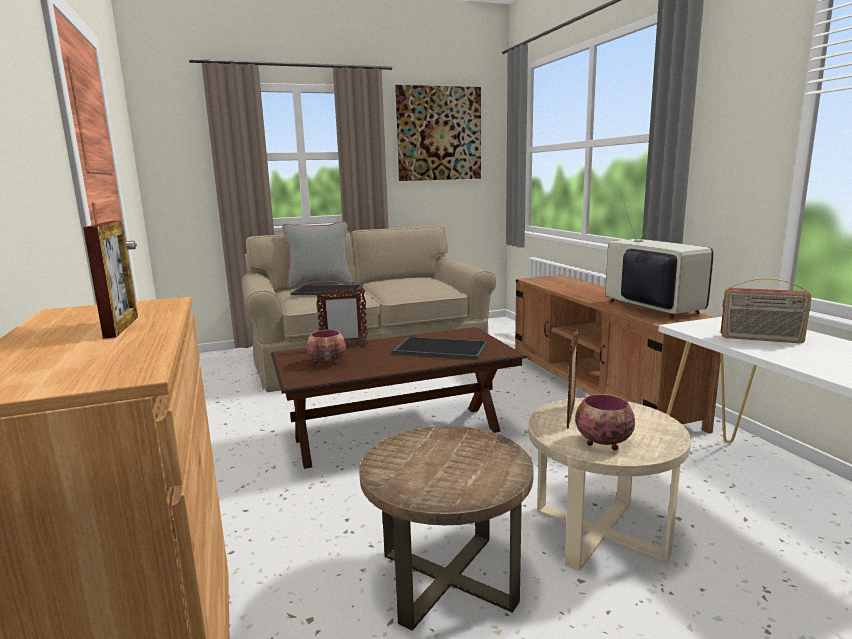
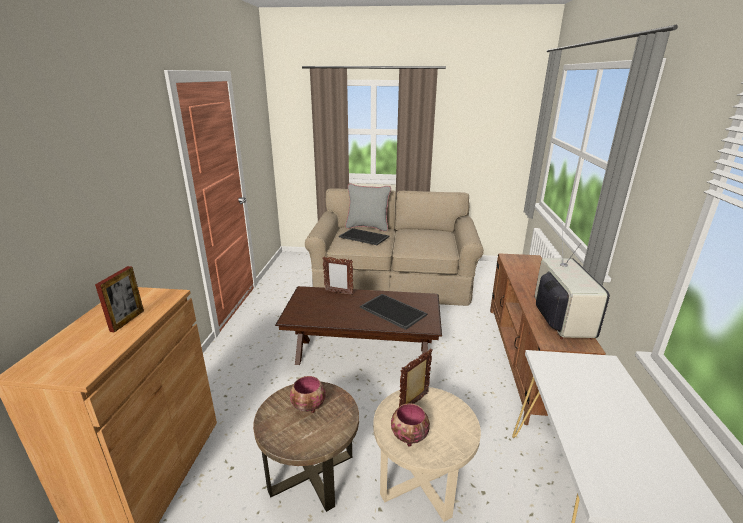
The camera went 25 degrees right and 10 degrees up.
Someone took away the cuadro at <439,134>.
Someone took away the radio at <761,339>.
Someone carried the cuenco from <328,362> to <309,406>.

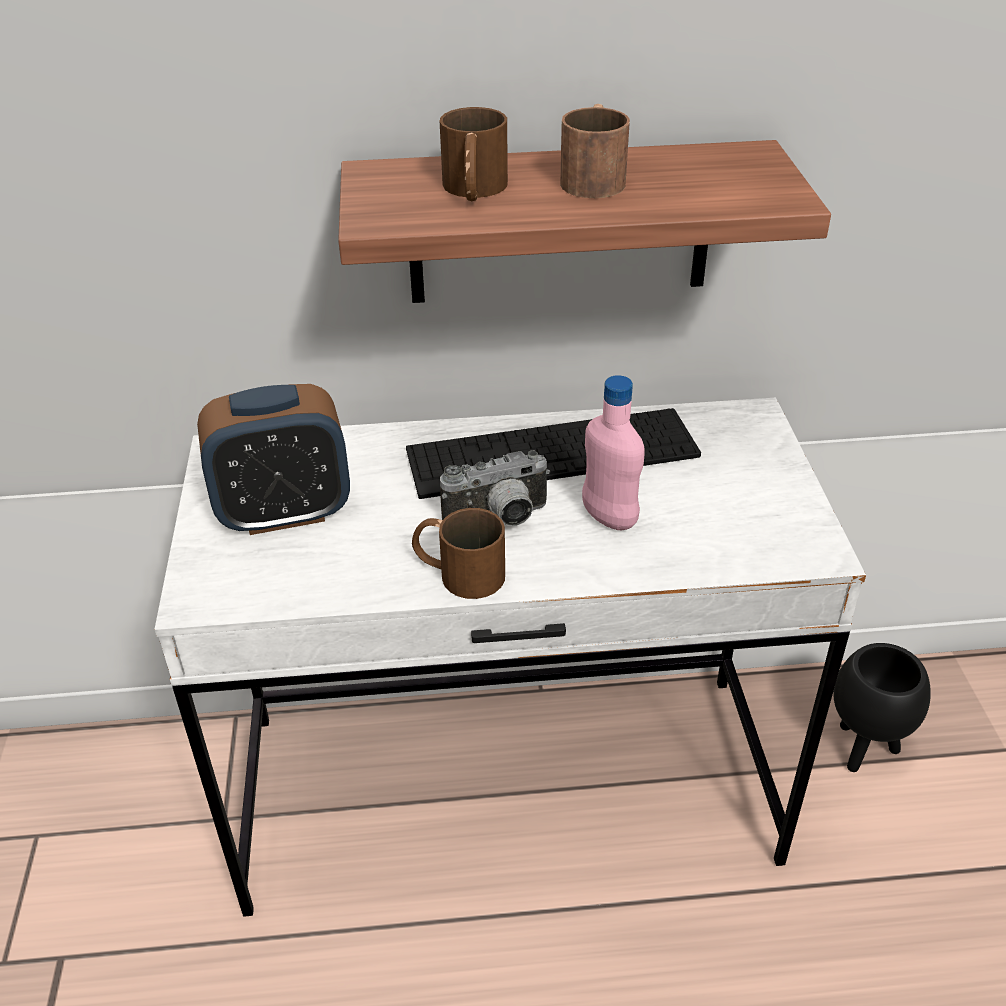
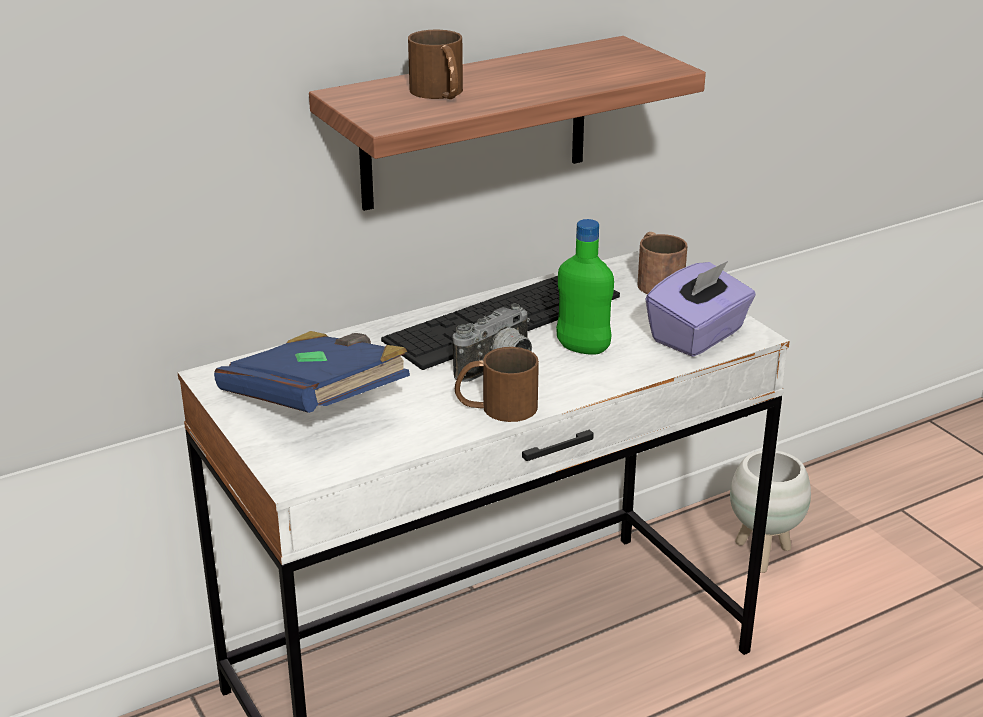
The camera went 25 degrees left and 10 degrees down.
Someone carried the taza grande (marrón) from <594,177> to <655,280>.
Someone repainted the botella (rosa) at <609,518>, which became the botella (verde) at <583,348>.
Someone swapped the despertador at <284,513> for the libro (azul) at <315,404>.
Someone repainted the maceta (negro) at <864,748>, which became the maceta (blanco) at <762,554>.
Someone put down the caja de pañuelos (morado) at <698,336>.

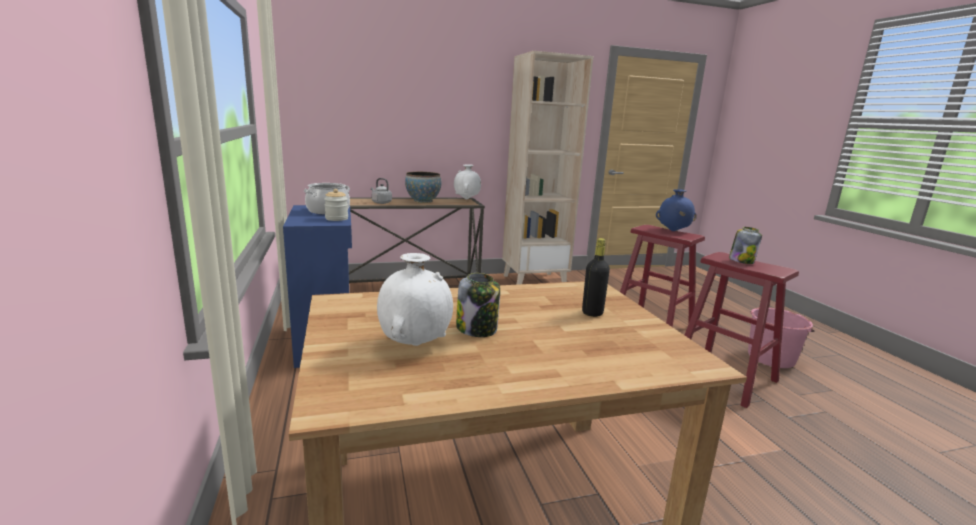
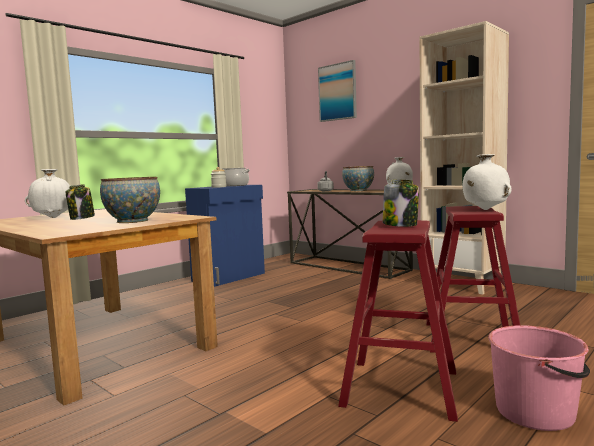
The camera went 60 degrees right and 10 degrees down.
Someone repainted the florero (azul) at <673,231>, which became the florero (blanco) at <485,210>.
Someone swapped the botella (negro) at <592,313> for the cuenco at <132,221>.
Someone put up the cuadro at <338,92>.

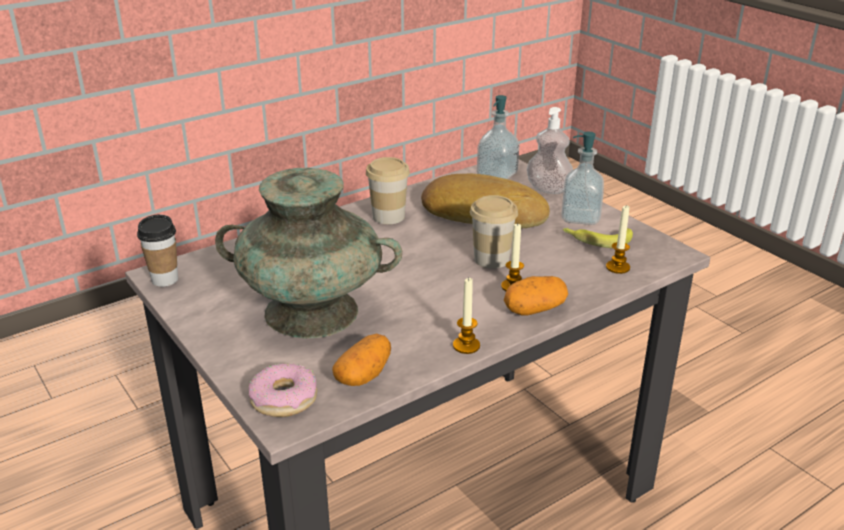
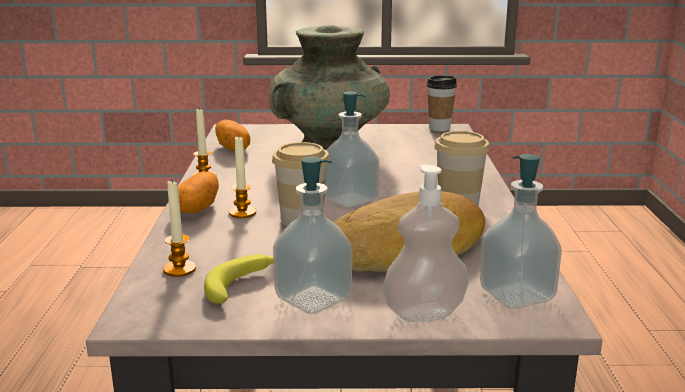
The camera went 125 degrees right and 10 degrees down.
Someone took away the rosquilla at <284,399>.
Someone put down the dispensador de jabón at <349,200>.

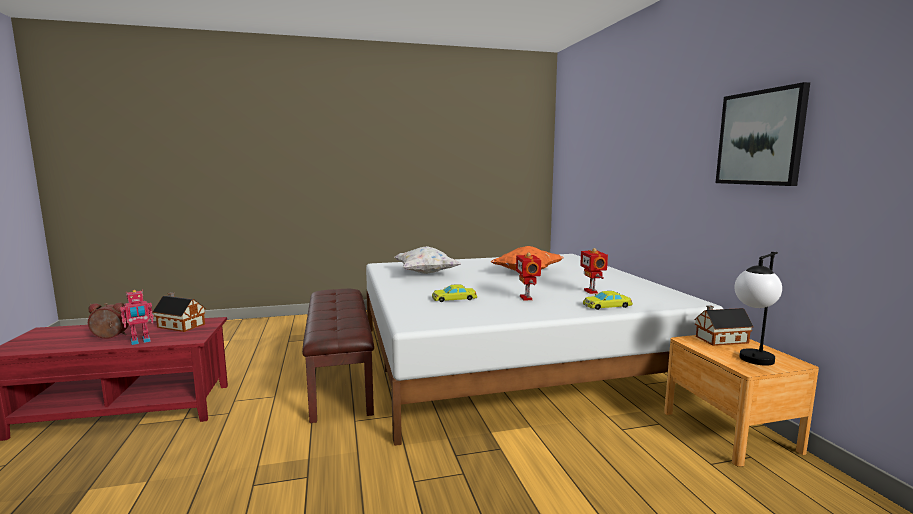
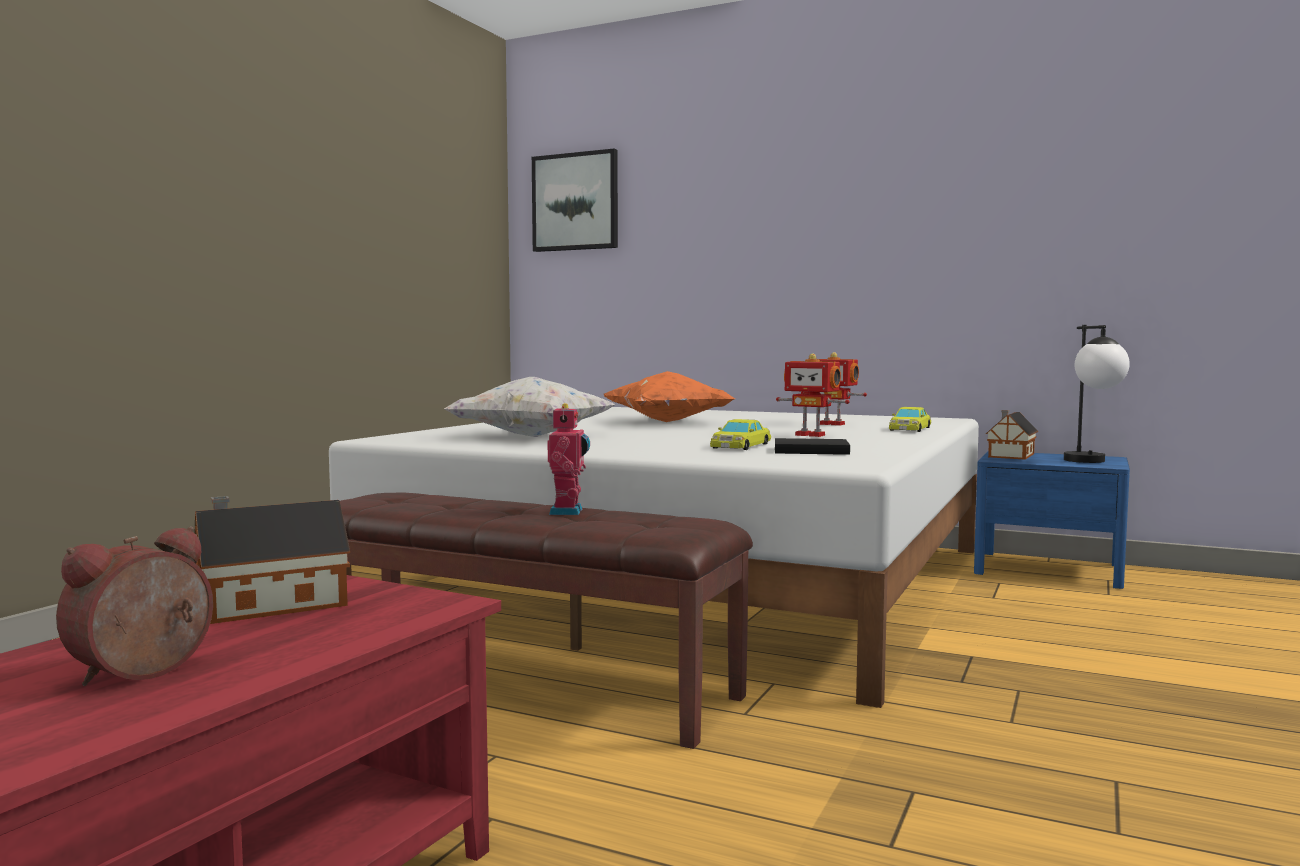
The camera went 50 degrees left and 5 degrees down.
Someone carried the cuadro from <760,138> to <575,202>.
Someone carried the robot de juguete from <140,341> to <569,512>.
Someone repainted the mesita de noche (marrón) at <729,431>, which became the mesita de noche (azul) at <1048,569>.
Someone put down the libro (negro) at <808,450>.

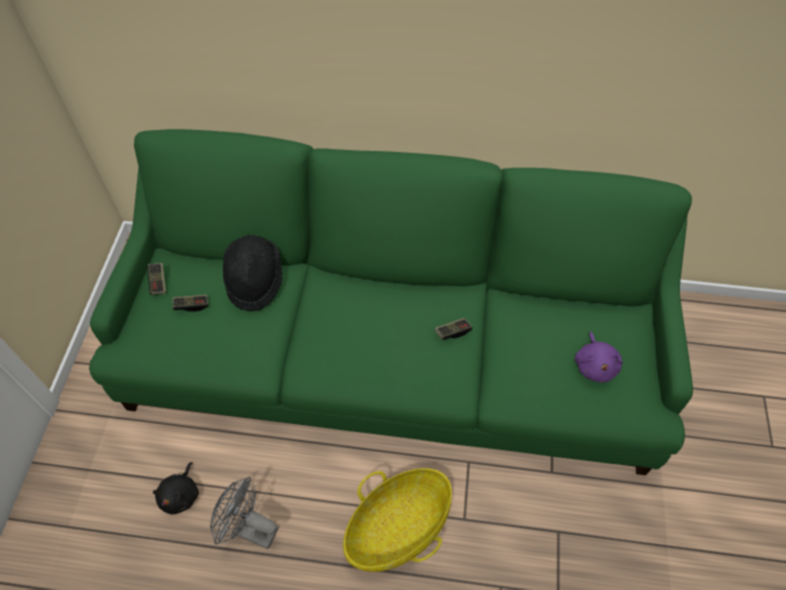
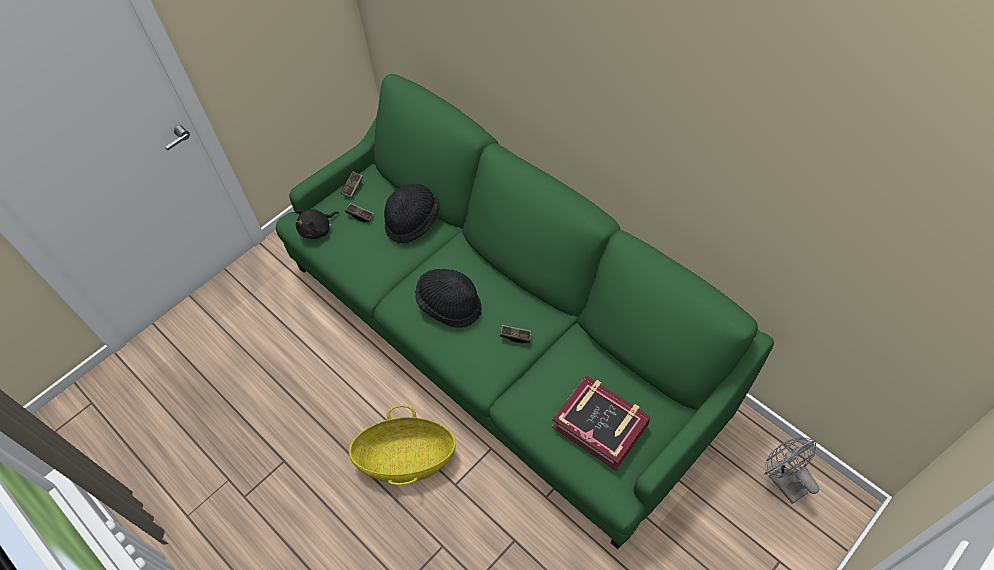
The camera went 40 degrees right and 0 degrees up.
Someone swapped the peluche (morado) at <595,365> for the libro at <600,425>.
Someone carried the peluche (negro) from <181,494> to <317,229>.
Someone carried the ventilador (gris) from <250,529> to <782,480>.
Someone put down the sombrero (negro) at <449,305>.

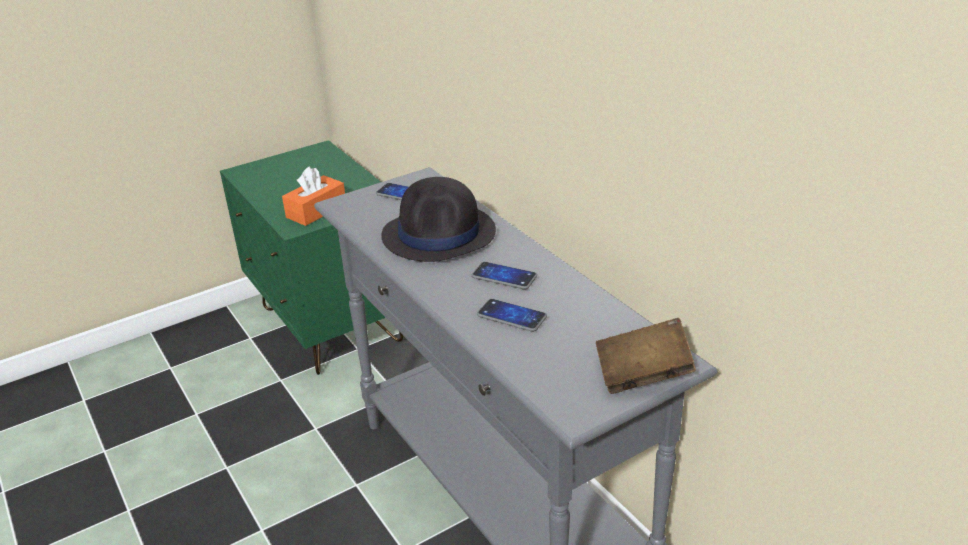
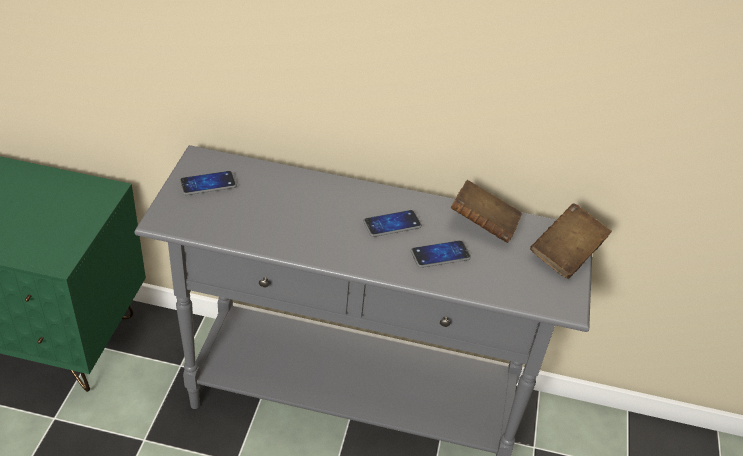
The camera went 50 degrees left and 10 degrees up.
Someone took away the caja de pañuelos (naranja) at <316,210>.
Someone took away the sombrero (negro) at <439,234>.
Someone put down the libro (marrón) at <483,224>.

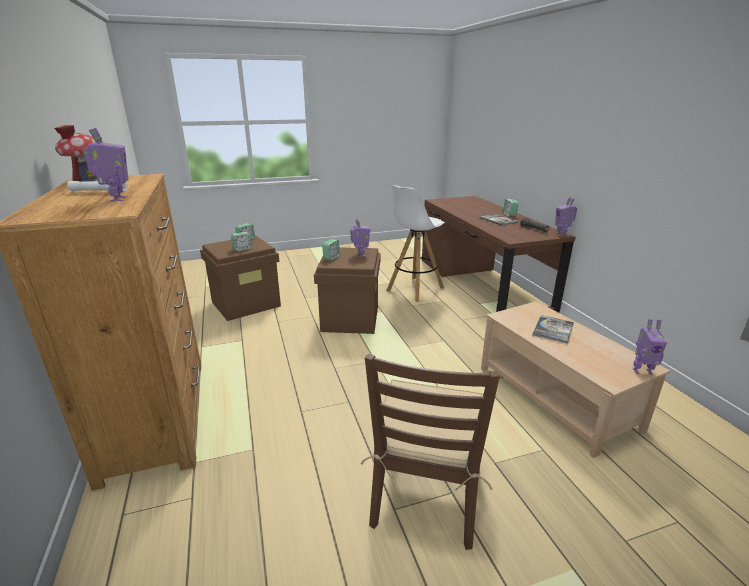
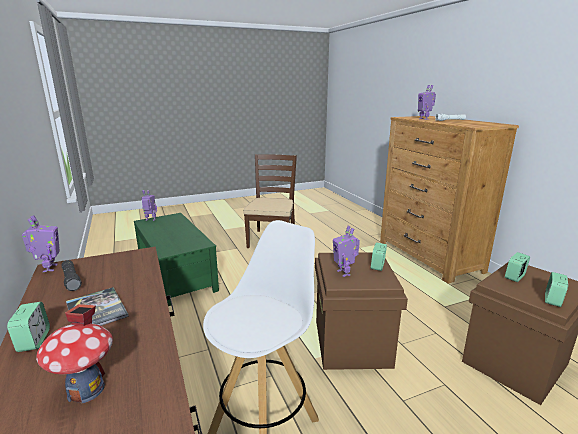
The camera went 175 degrees right and 5 degrees down.
Someone carried the casita from <87,180> to <86,390>.
Someone repainted the mesa de centro (beis) at <556,396>, which became the mesa de centro (verde) at <175,275>.
Someone took away the libro at <553,329>.

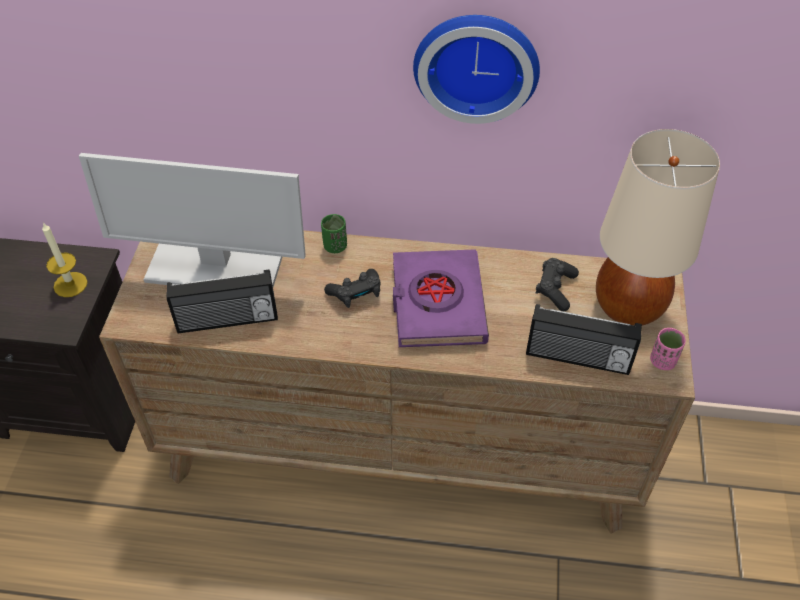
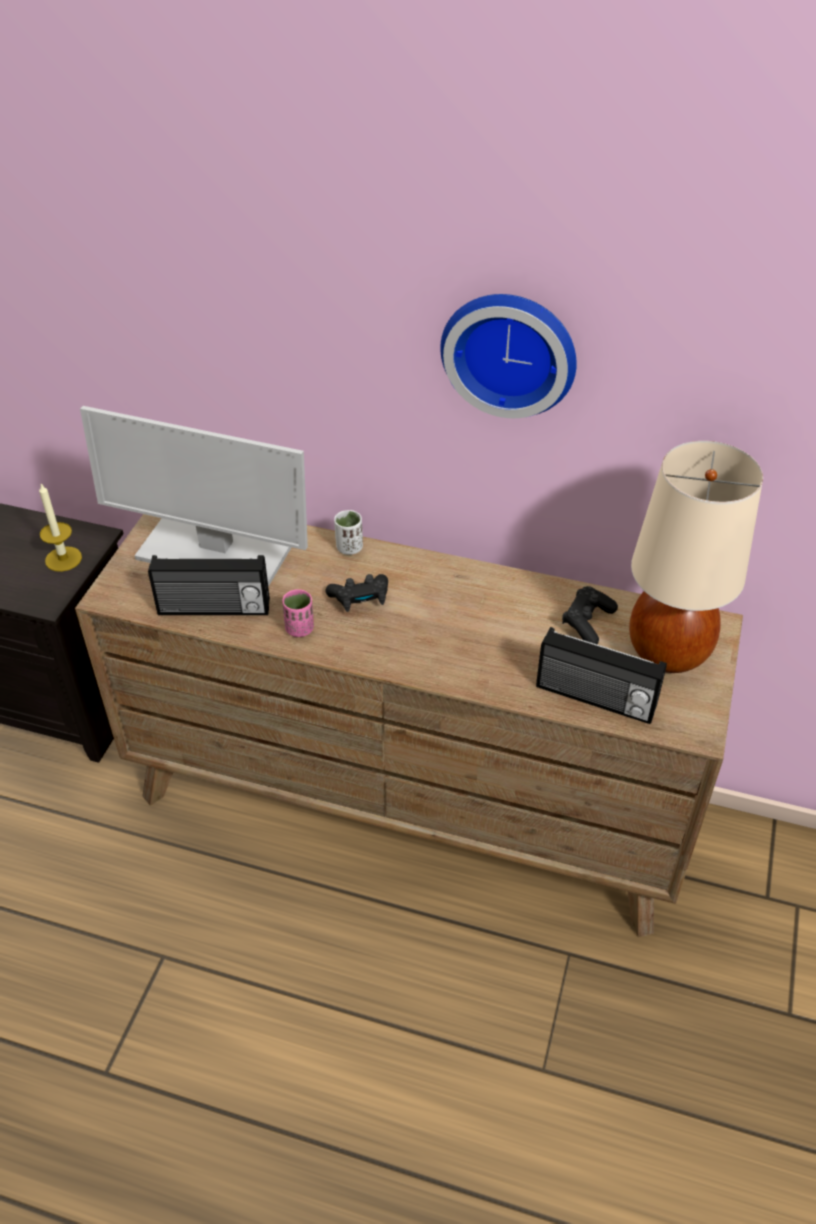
The camera went 10 degrees right and 5 degrees down.
Someone repainted the taza (verde) at <335,246>, which became the taza (blanco) at <349,548>.
Someone took away the libro (morado) at <437,303>.
Someone carried the taza (rosa) from <662,361> to <299,629>.

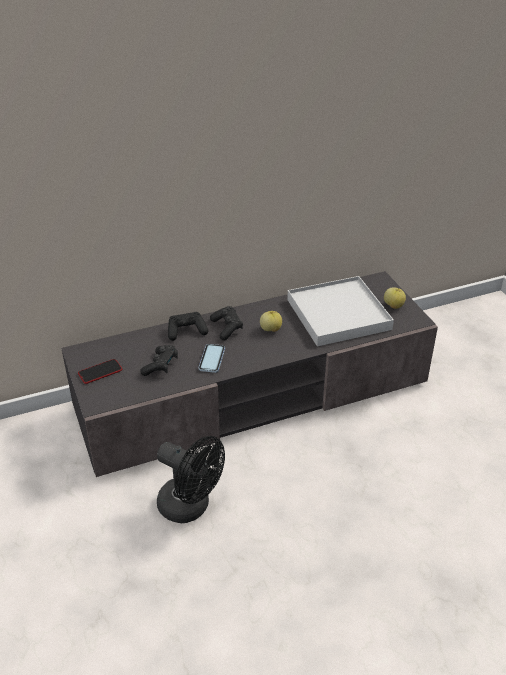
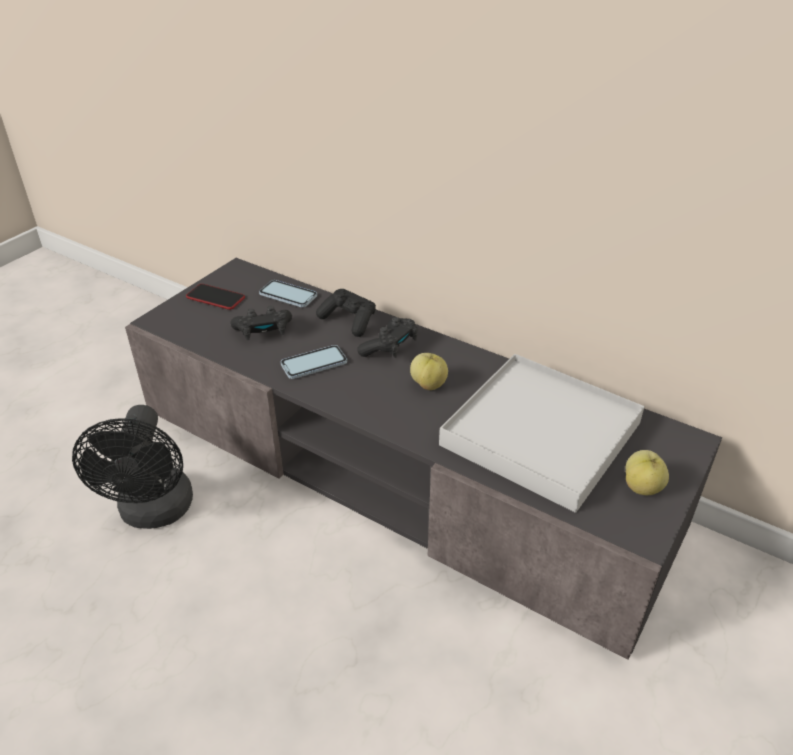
The camera went 55 degrees right and 0 degrees up.
Someone put down the móvil at <288,295>.

